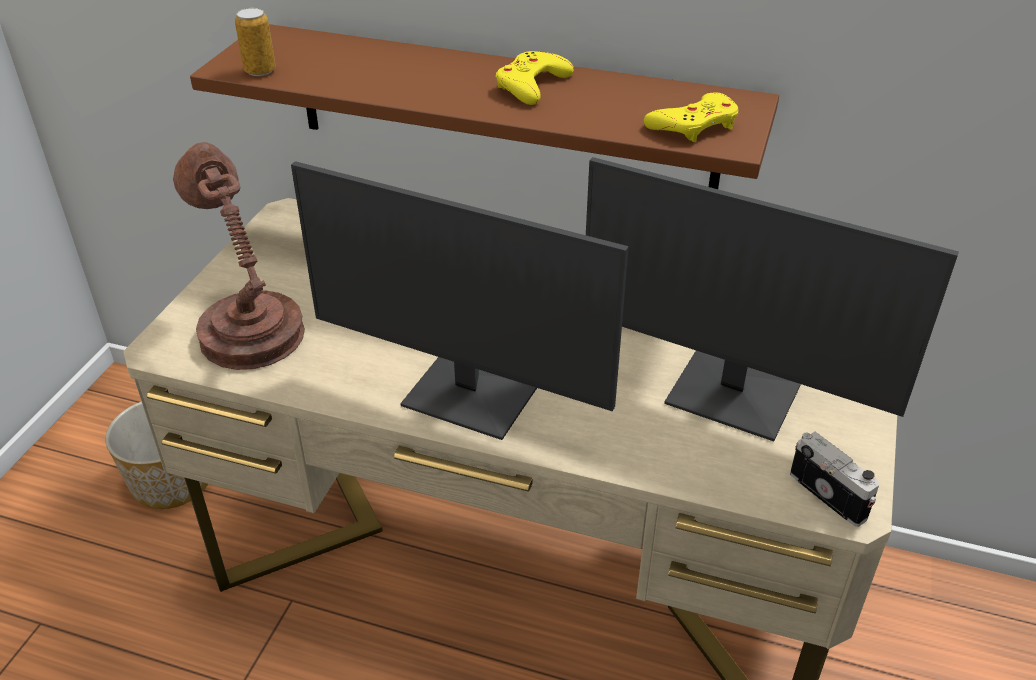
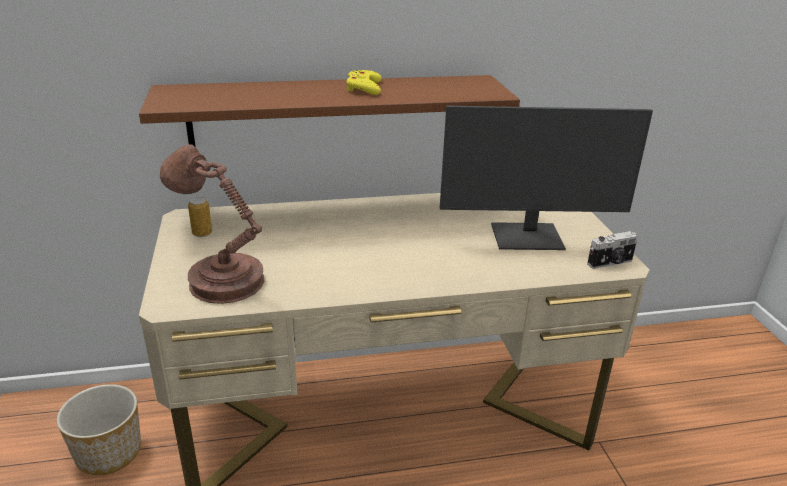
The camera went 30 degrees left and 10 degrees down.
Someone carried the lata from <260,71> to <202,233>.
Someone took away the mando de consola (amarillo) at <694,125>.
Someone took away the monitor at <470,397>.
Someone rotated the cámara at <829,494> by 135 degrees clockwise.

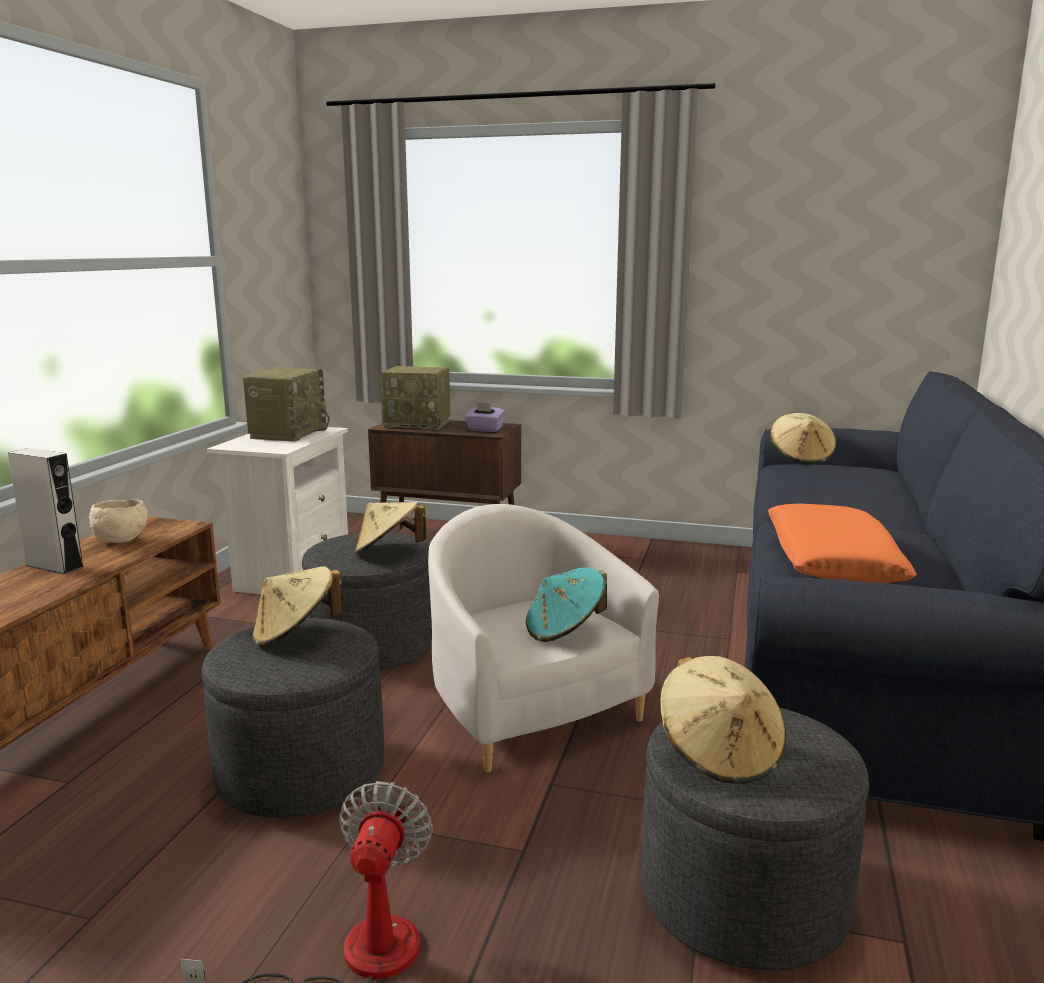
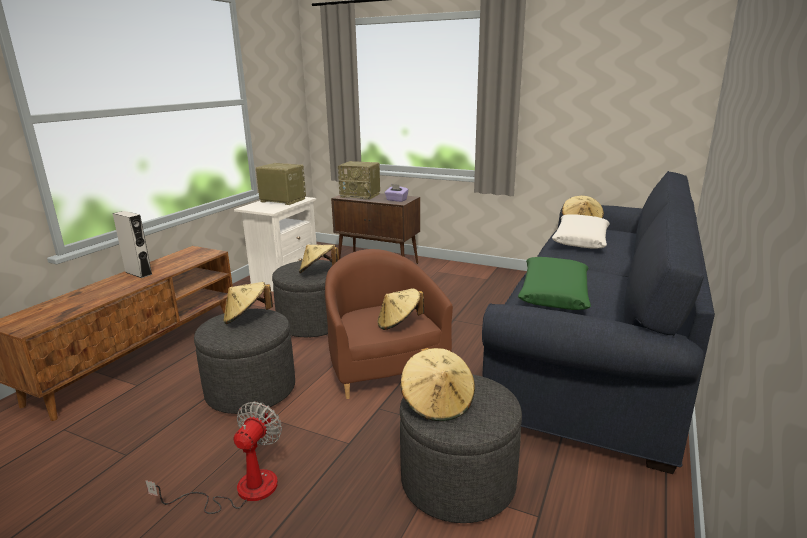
The camera went 10 degrees right and 5 degrees up.
Someone rotated the radio at <288,433> by 90 degrees counterclockwise.
Someone took away the cuenco (beis) at <121,541>.
Someone repainted the cojín (naranja) at <831,561>, which became the cojín (verde) at <553,293>.
Someone repainted the sillón (blanco) at <529,711>, which became the sillón (marrón) at <383,366>.
Someone repainted the sombrero (turquesa) at <565,630>, which became the sombrero (beis) at <399,323>.
Someone put down the cojín (blanco) at <580,240>.

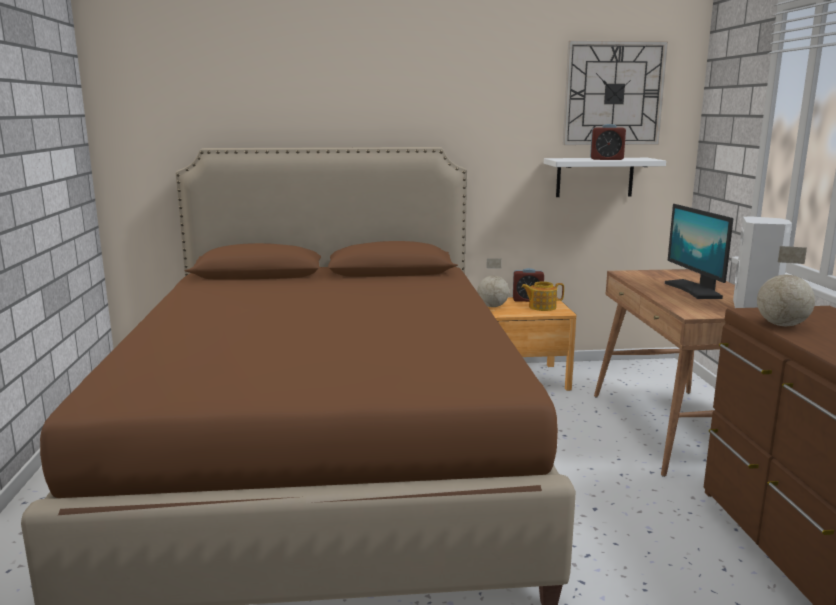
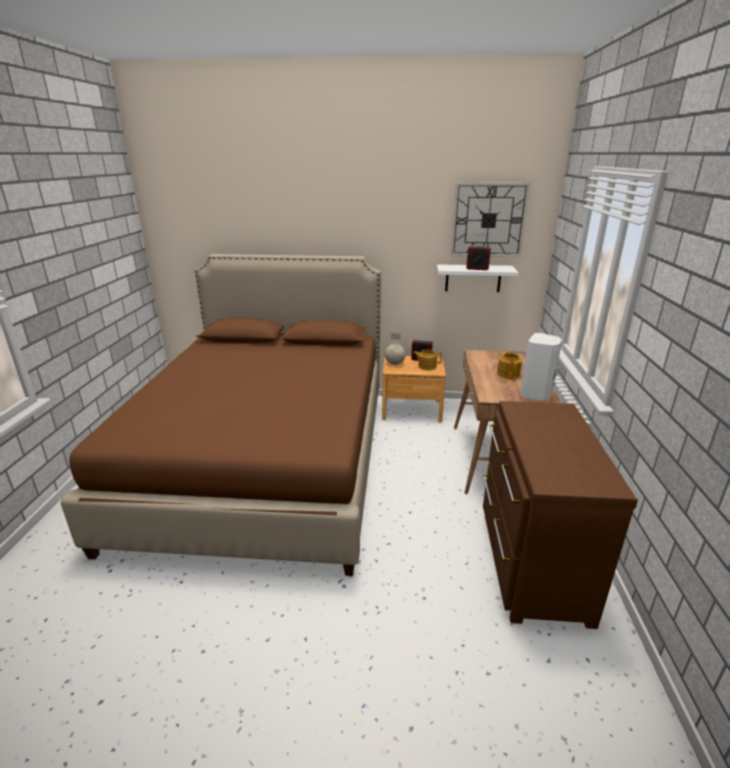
The camera went 10 degrees right and 10 degrees up.
Someone swapped the monitor at <694,290> for the tetera at <508,374>.
Someone took away the globo terráqueo at <782,325>.

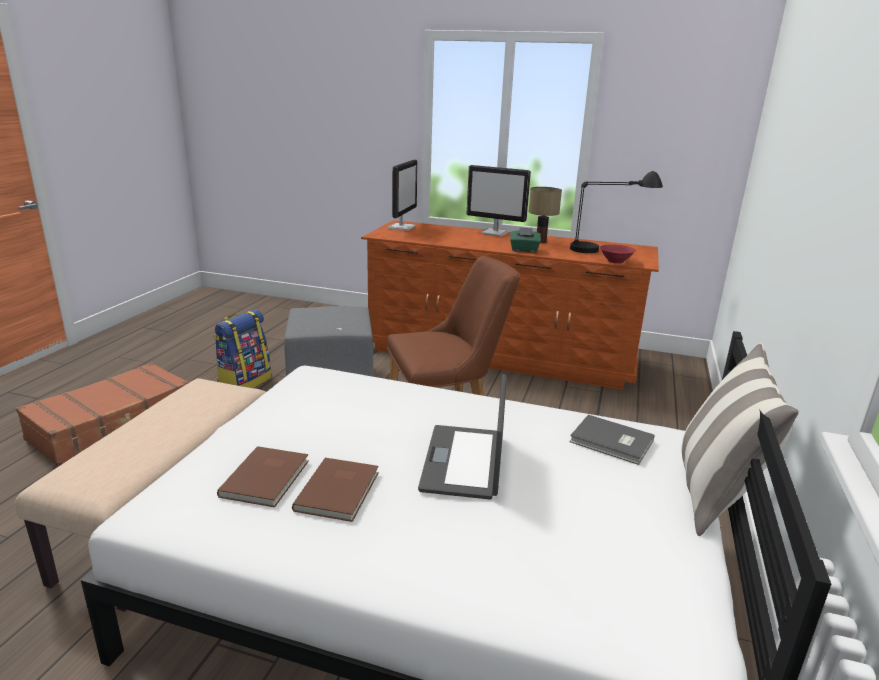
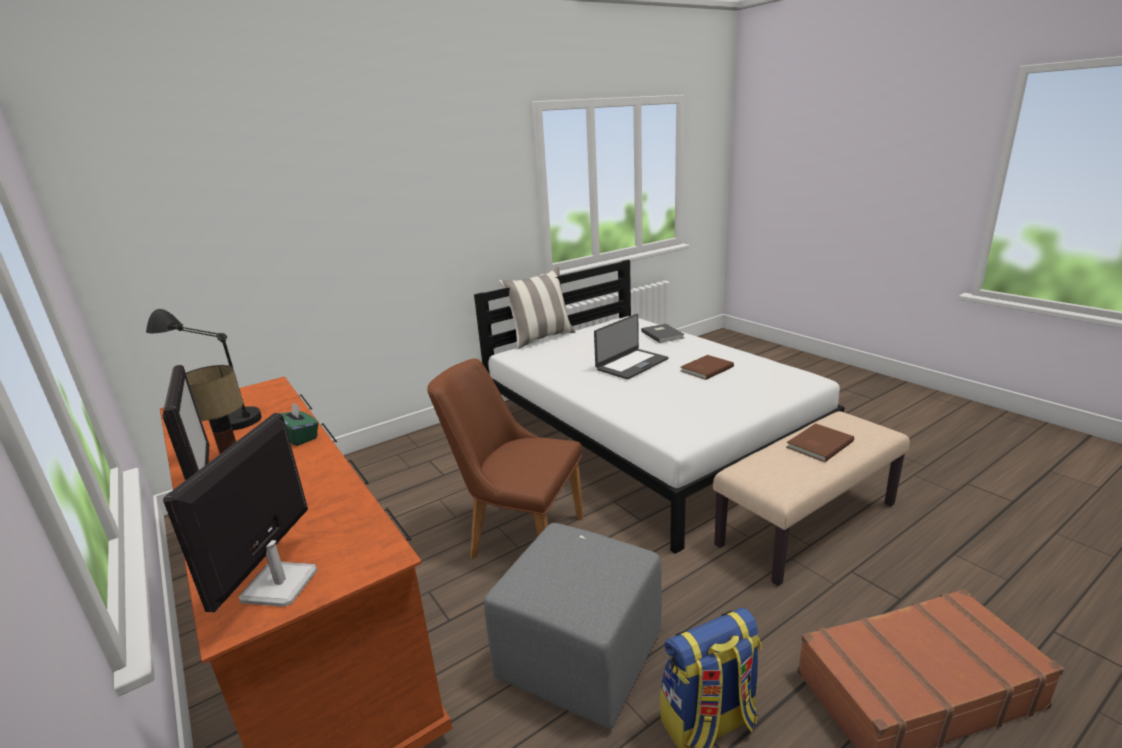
The camera went 140 degrees left and 0 degrees up.
Someone rotated the monitor at <402,227> by 45 degrees counterclockwise.
Someone took away the cuenco (rojo) at <615,261>.
Someone carried the libro (gris) from <612,442> to <663,334>.
Someone carried the libro (marrón) from <268,478> to <817,444>.

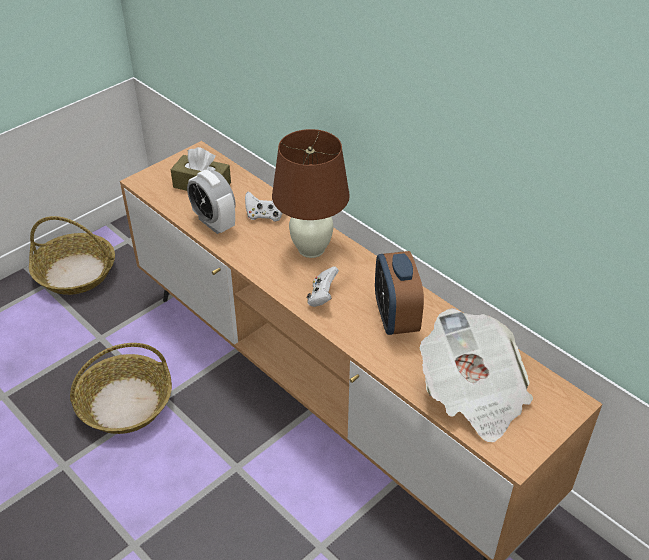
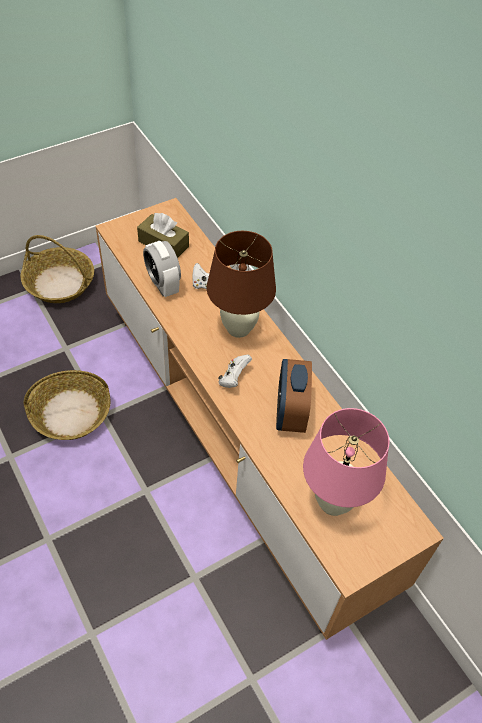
The camera went 10 degrees right and 10 degrees up.
Someone swapped the periódico at <473,394> for the lámpara de mesa (rosa) at <333,502>.

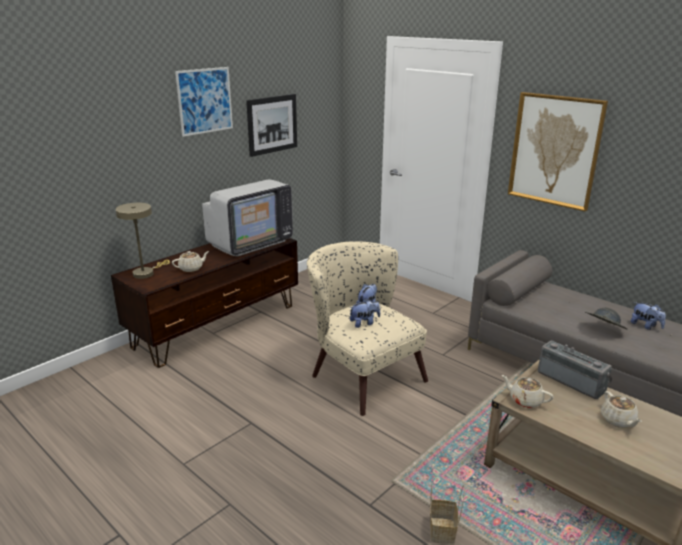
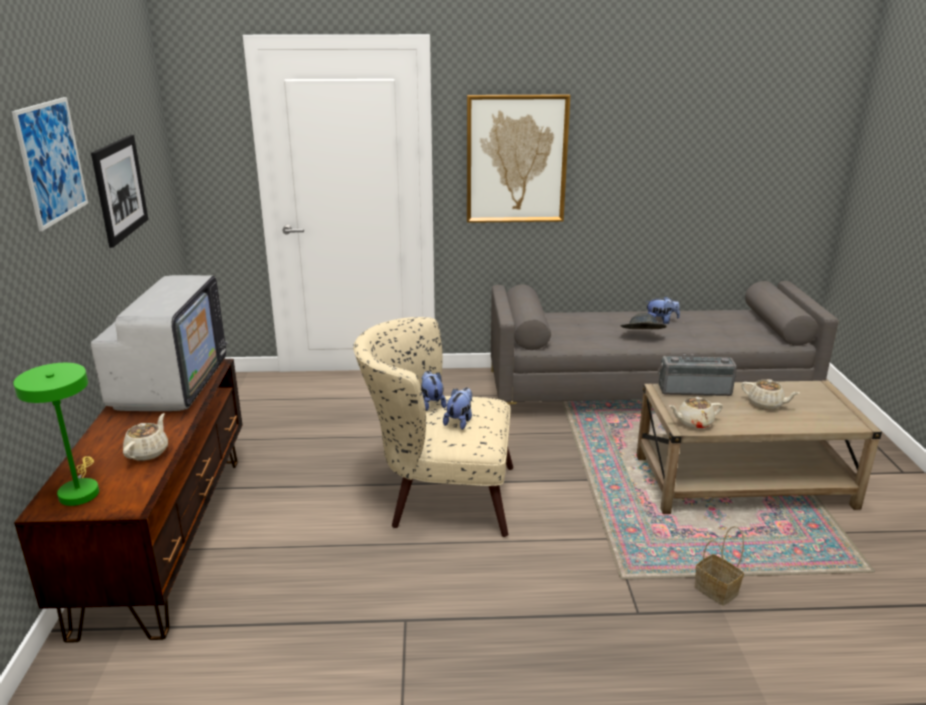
The camera went 45 degrees left and 0 degrees up.
Someone repainted the lámpara de mesa (beis) at <146,273>, which became the lámpara de mesa (verde) at <79,490>.

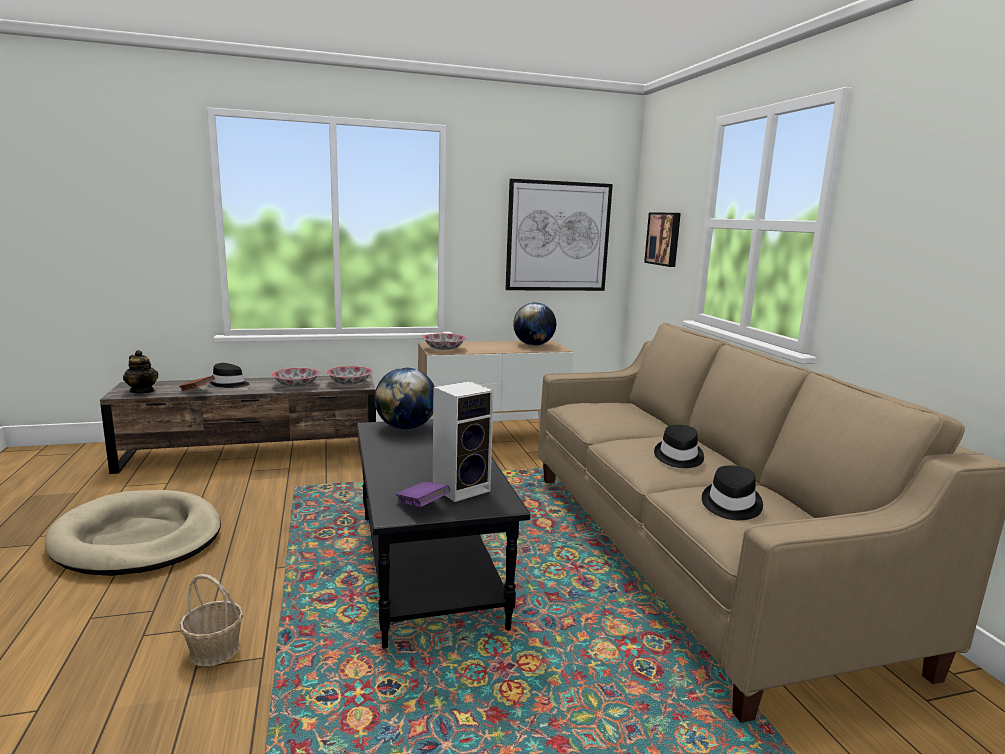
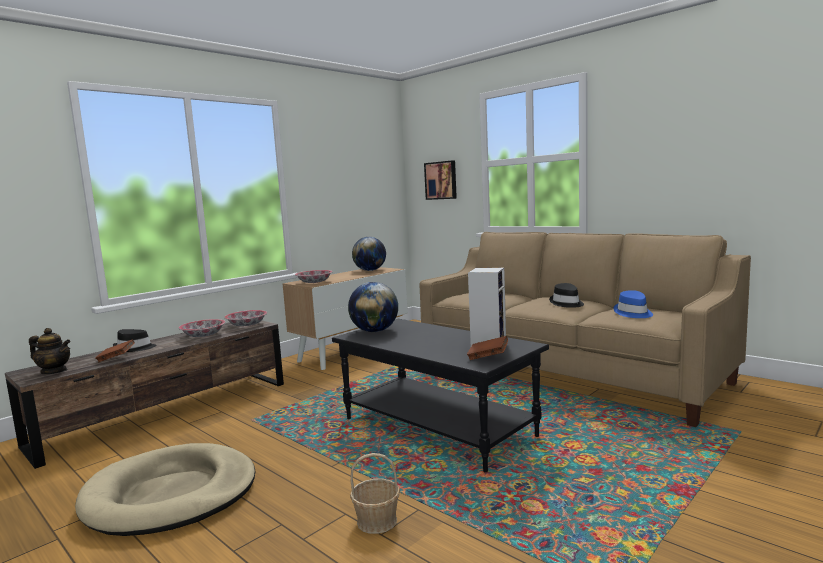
The camera went 30 degrees left and 5 degrees down.
Someone took away the cuadro at <558,236>.
Someone repainted the sombrero (negro) at <730,505>, which became the sombrero (azul) at <633,313>.
Someone repainted the libro (morado) at <422,506>, which became the libro (marrón) at <488,357>.

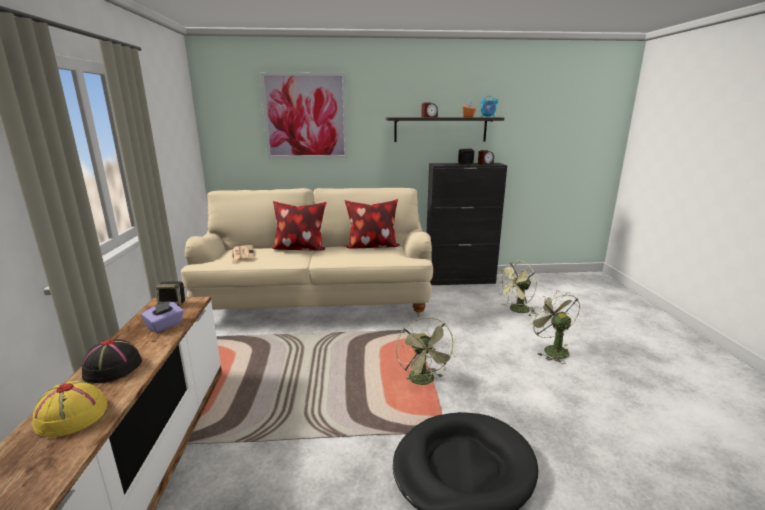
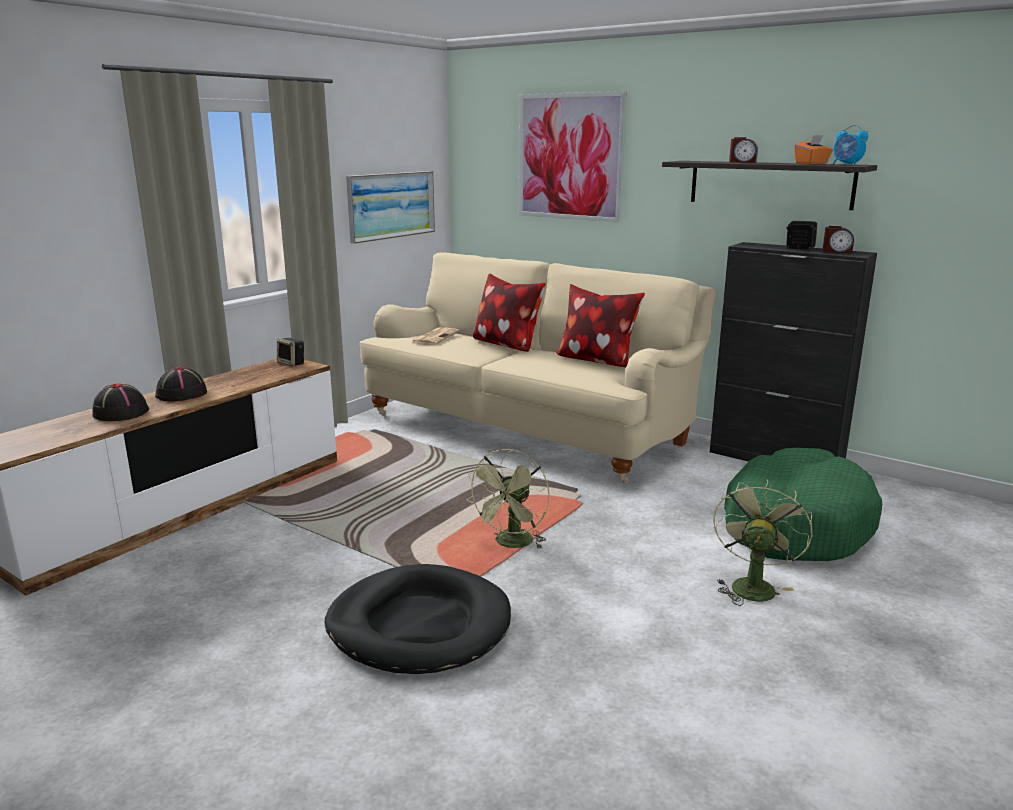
The camera went 40 degrees right and 0 degrees up.
Someone swapped the ventilador (verde) at <516,310> for the cama para perro (verde) at <795,524>.
Someone took away the caja de pañuelos (morado) at <165,325>.
Someone repainted the sombrero (amarillo) at <71,416>, which became the sombrero (negro) at <120,412>.
Someone put up the cuadro at <391,205>.

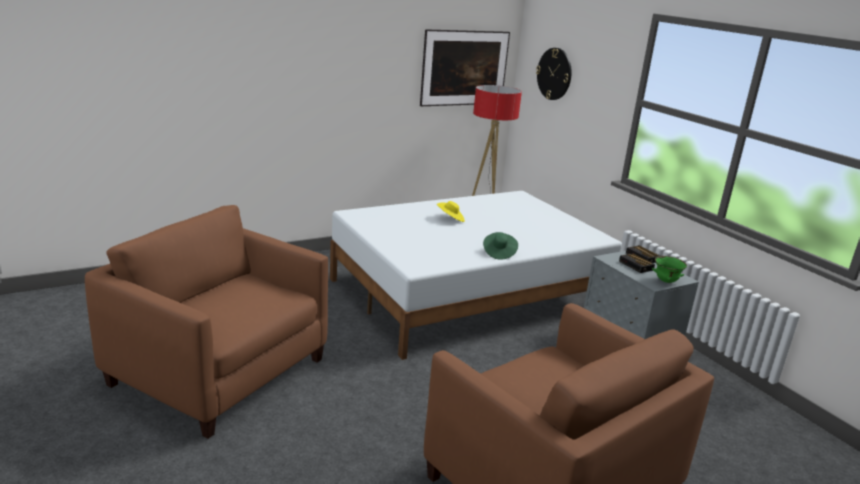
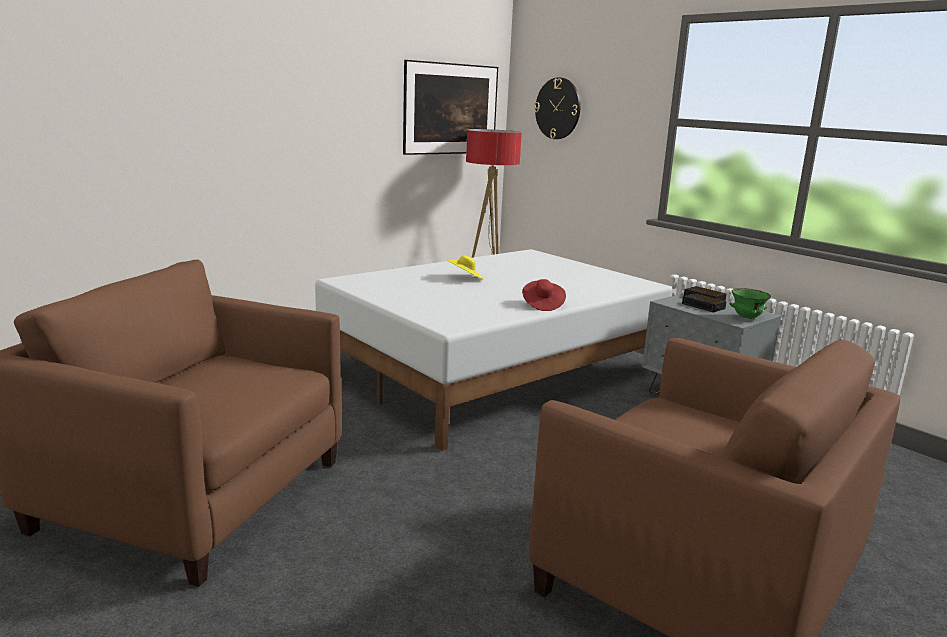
The camera went 10 degrees left and 5 degrees down.
Someone repainted the sombrero (verde) at <499,253>, which became the sombrero (rojo) at <542,305>.

